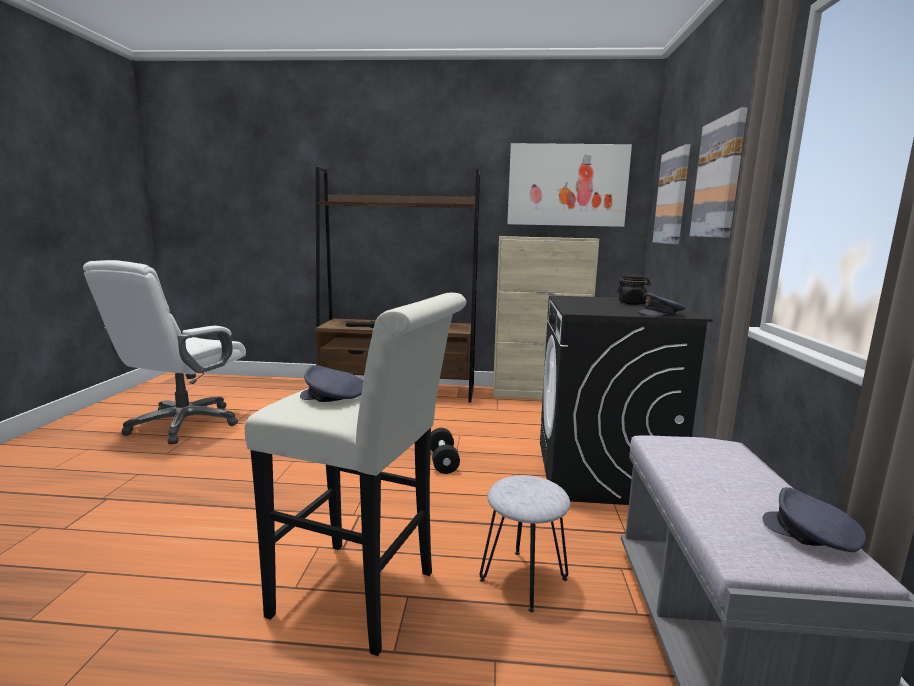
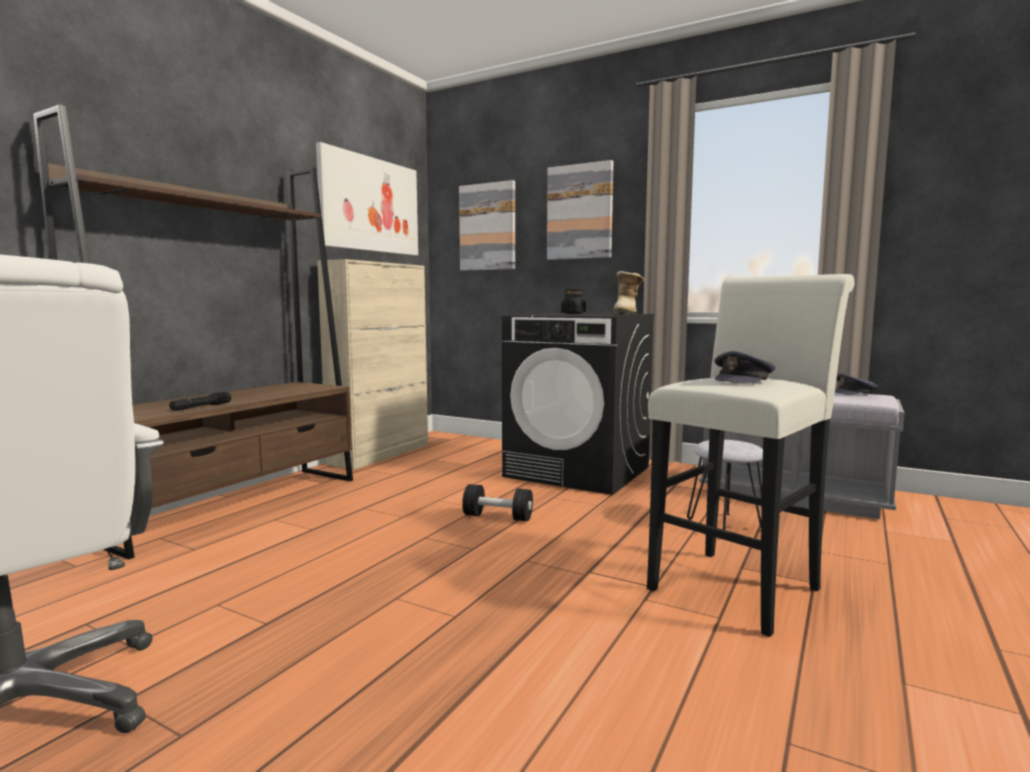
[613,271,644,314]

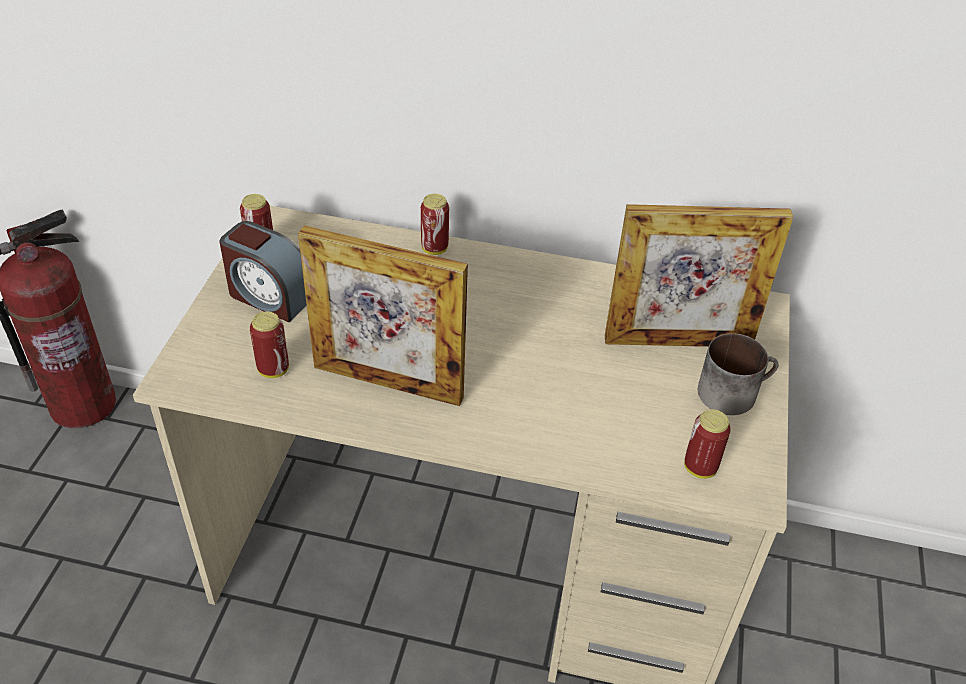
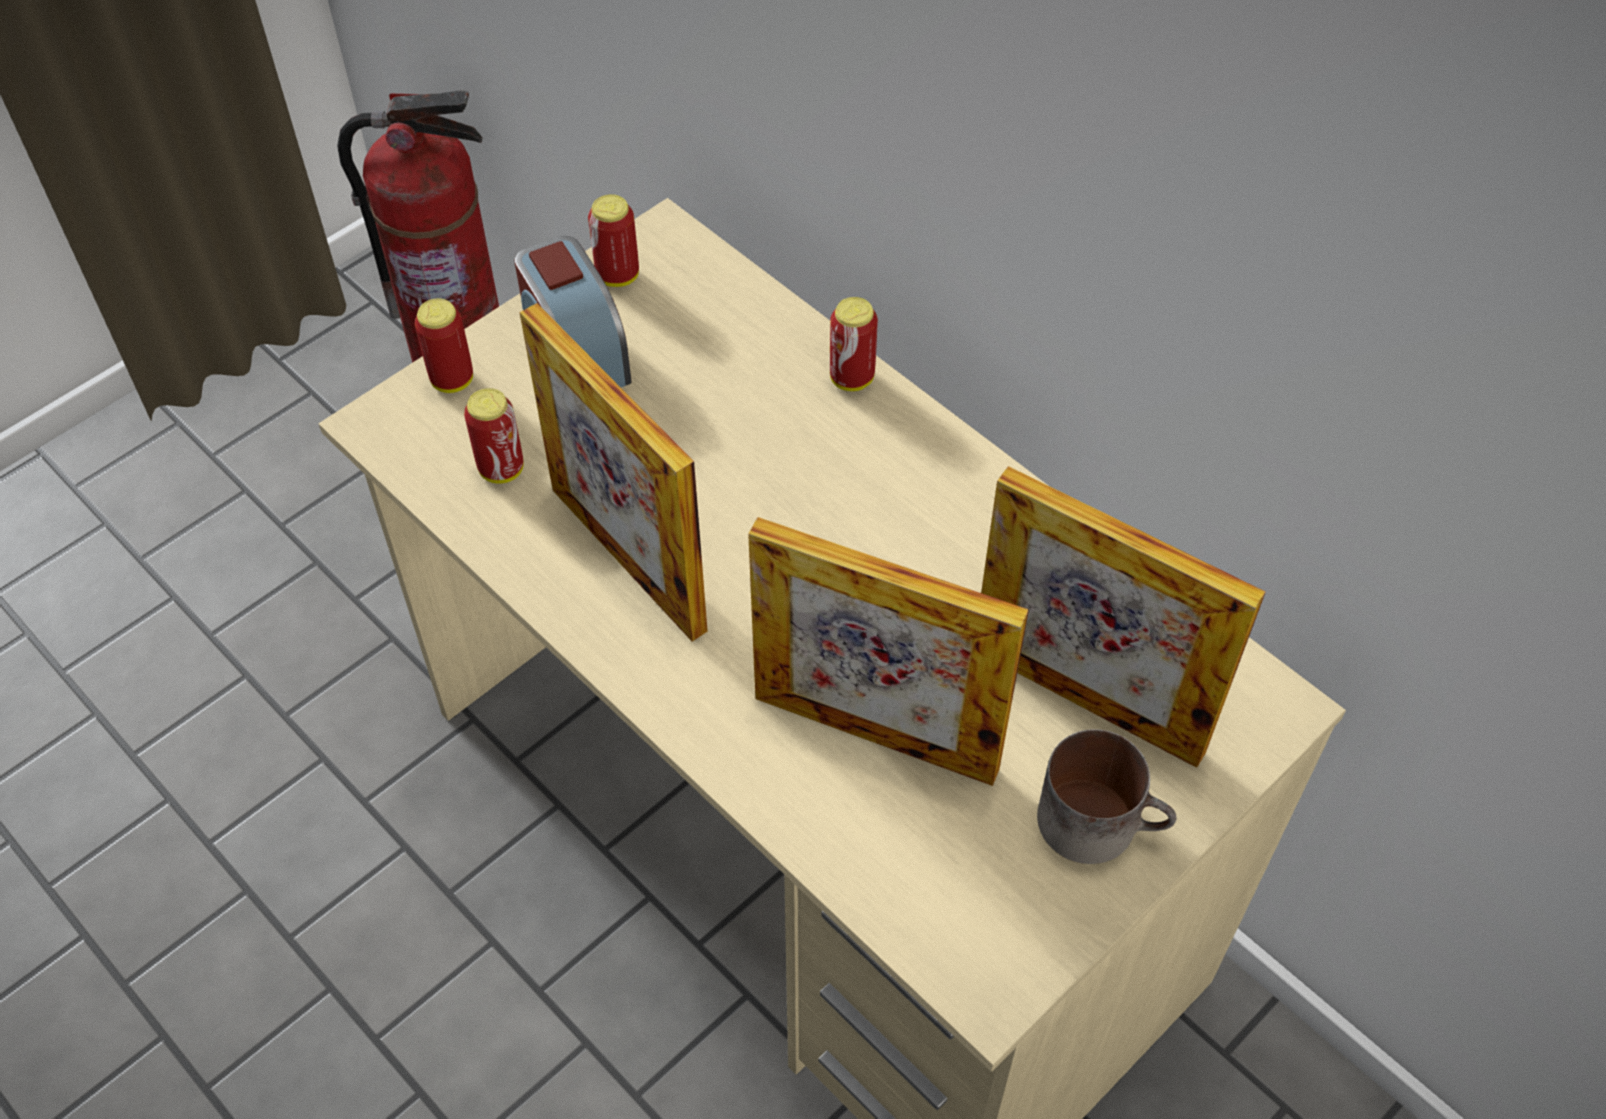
[415,298,473,393]
[748,517,1029,786]

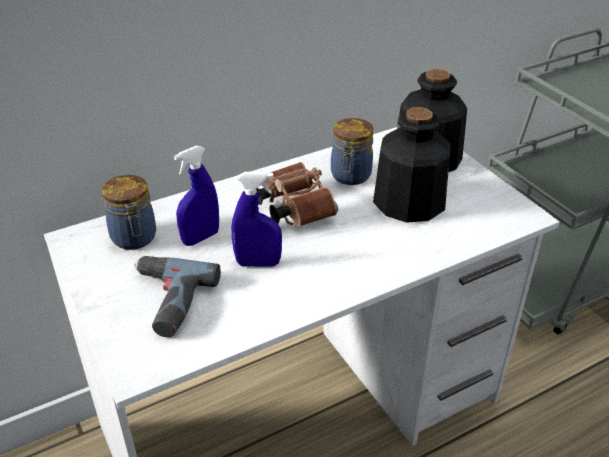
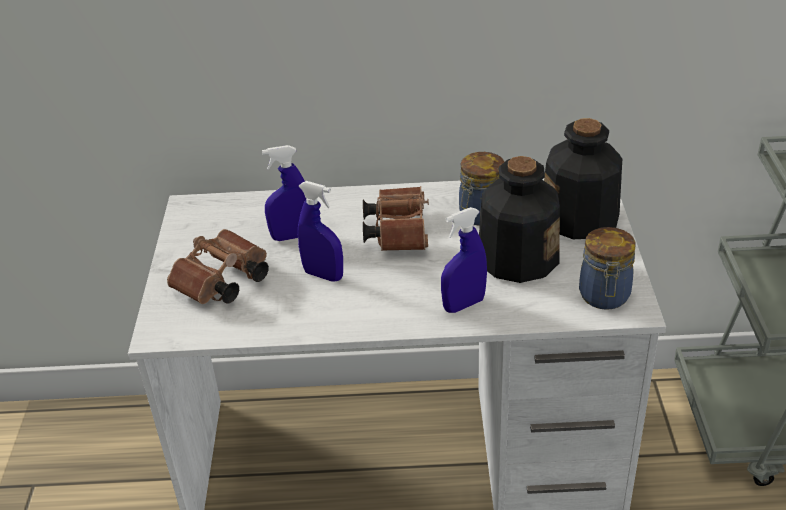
[579,227,636,310]
[167,229,269,304]
[441,207,487,313]

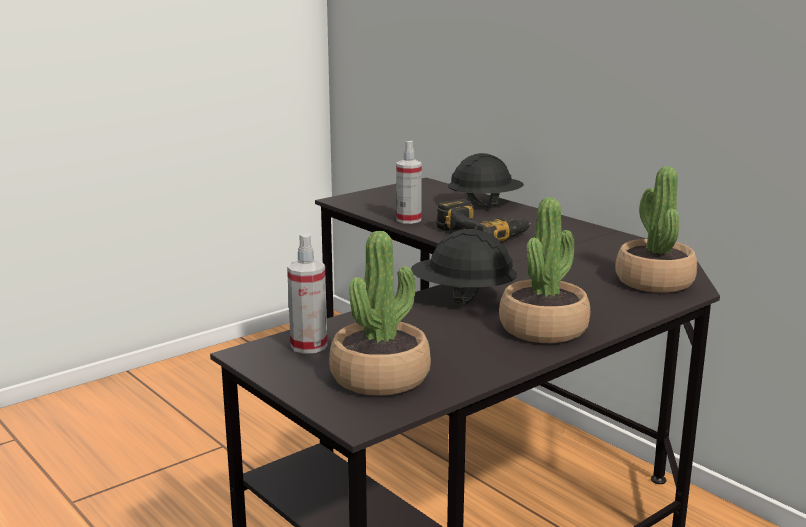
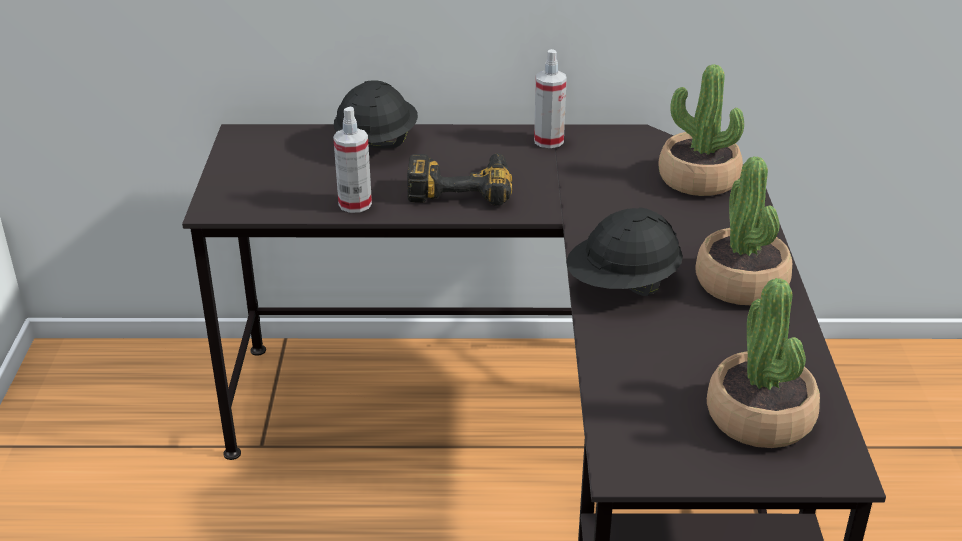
[534,49,567,148]

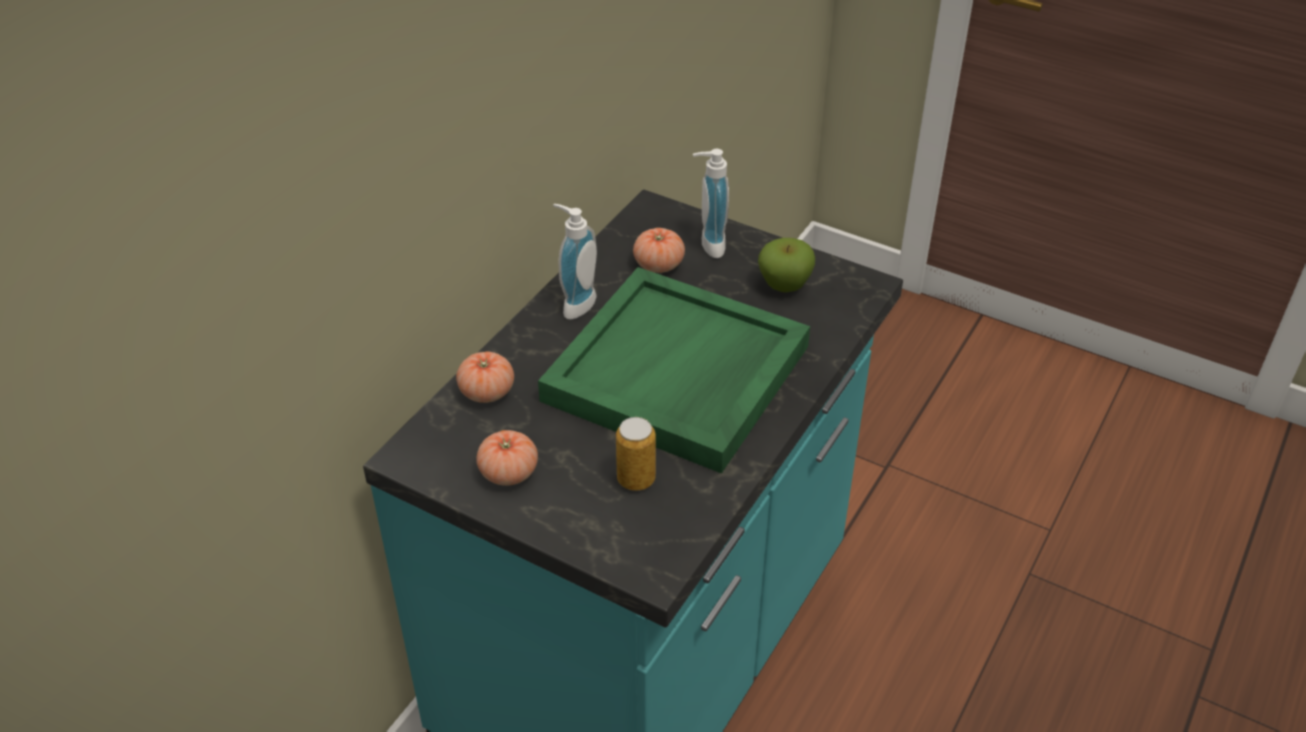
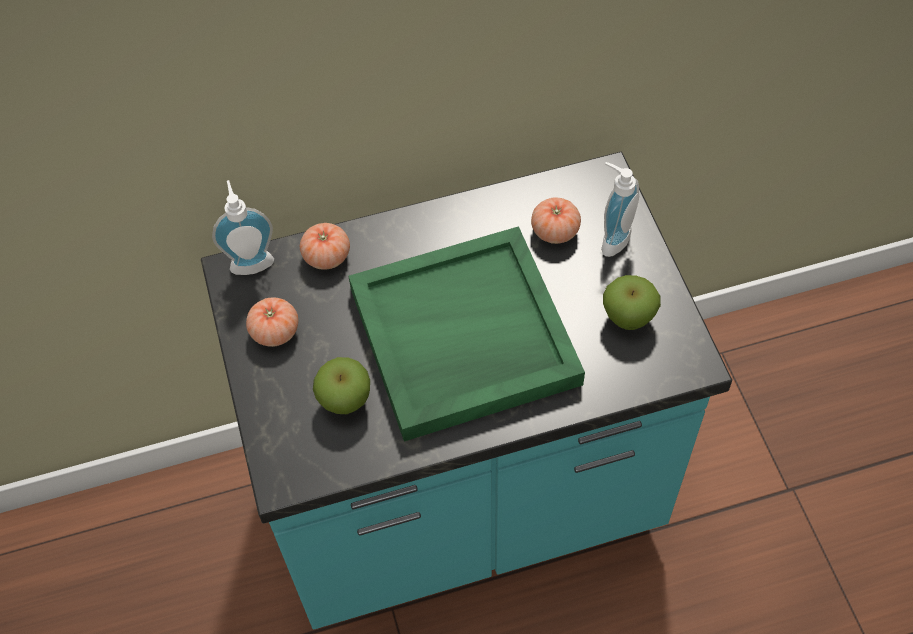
[212,180,274,275]
[313,357,370,414]

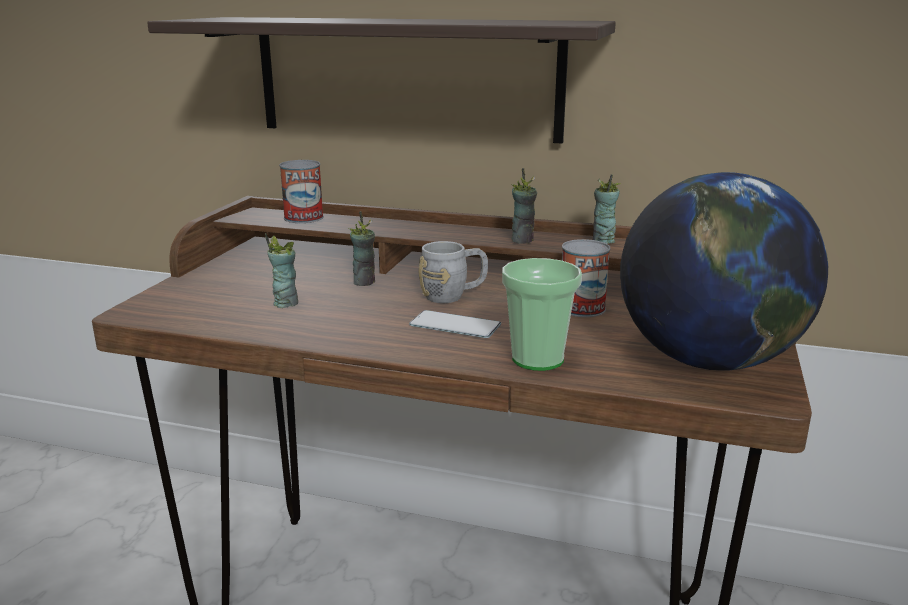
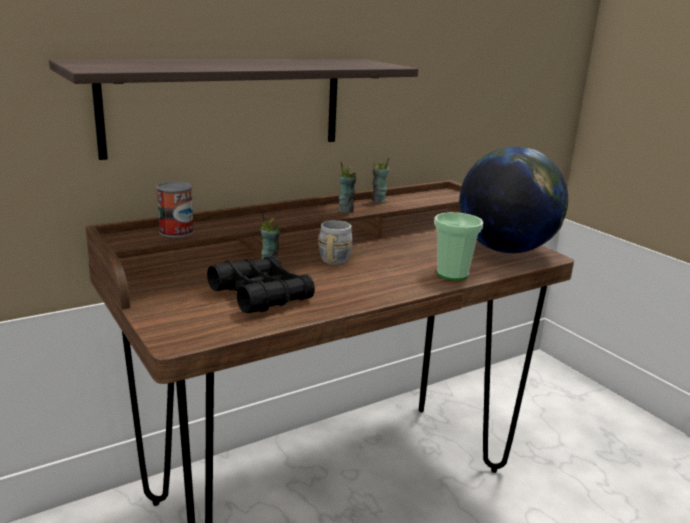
[207,256,315,313]
[562,239,610,317] (first image)
[409,310,501,338] (first image)

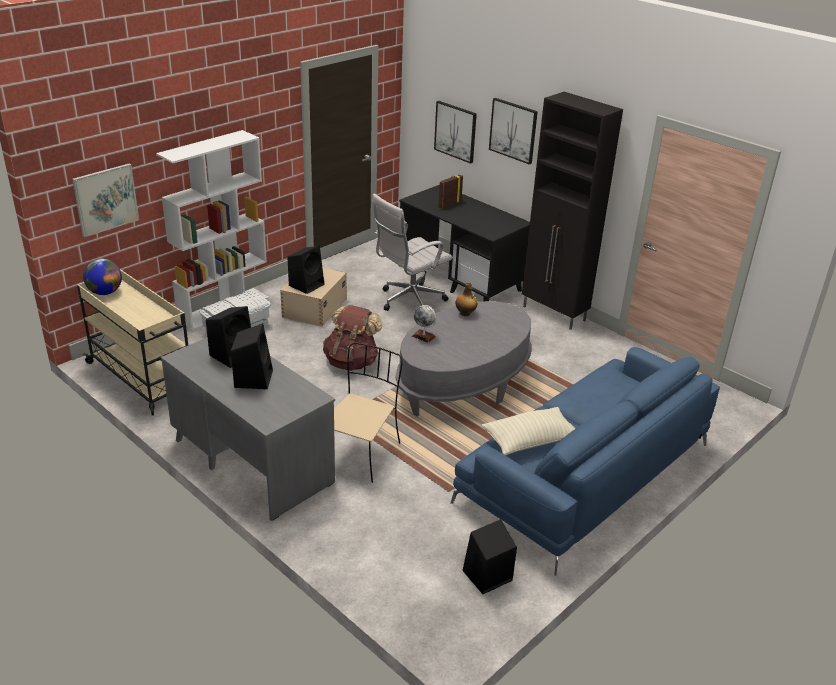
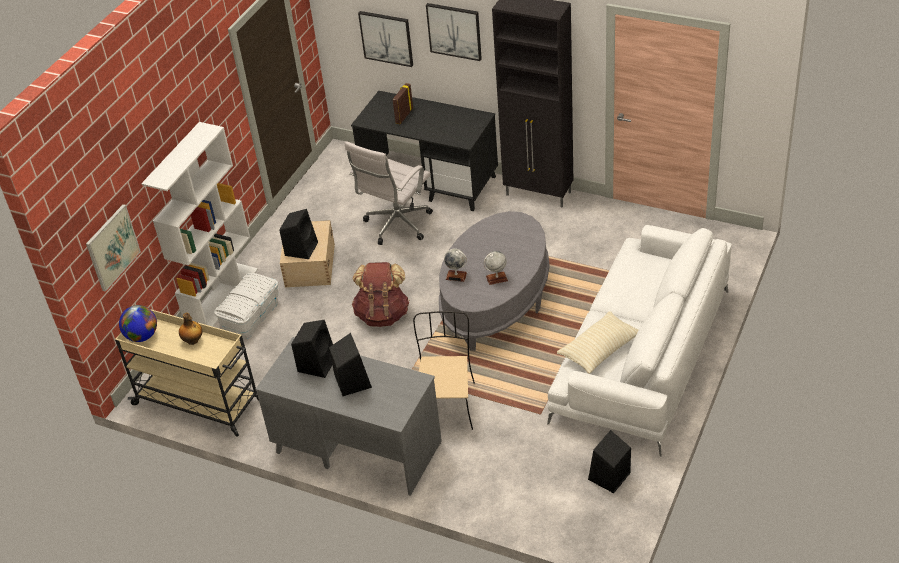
[179,312,202,345]
[547,225,732,457]
[484,251,508,285]

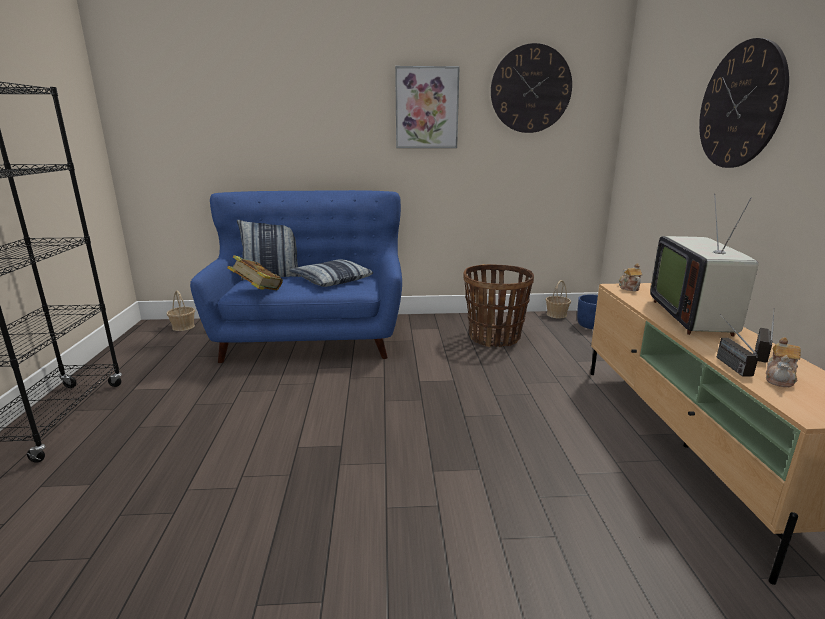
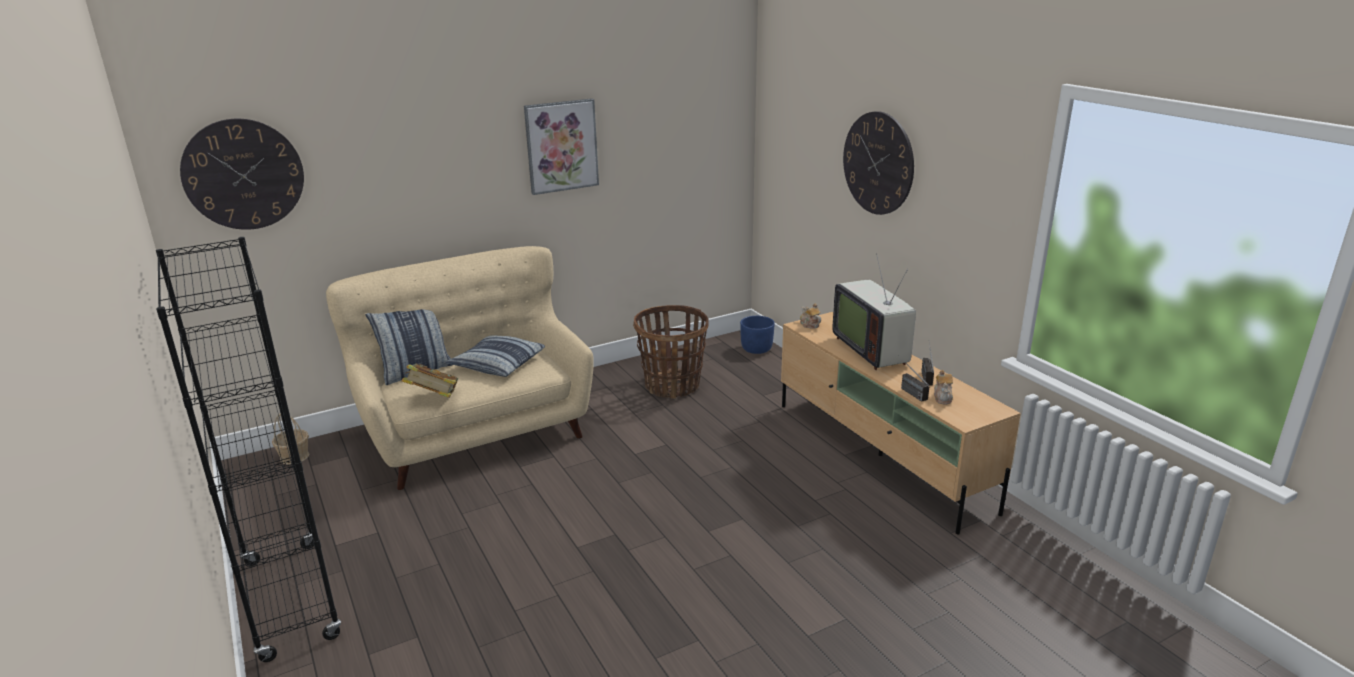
[180,119,304,230]
[326,246,594,490]
[546,280,571,318] (first image)

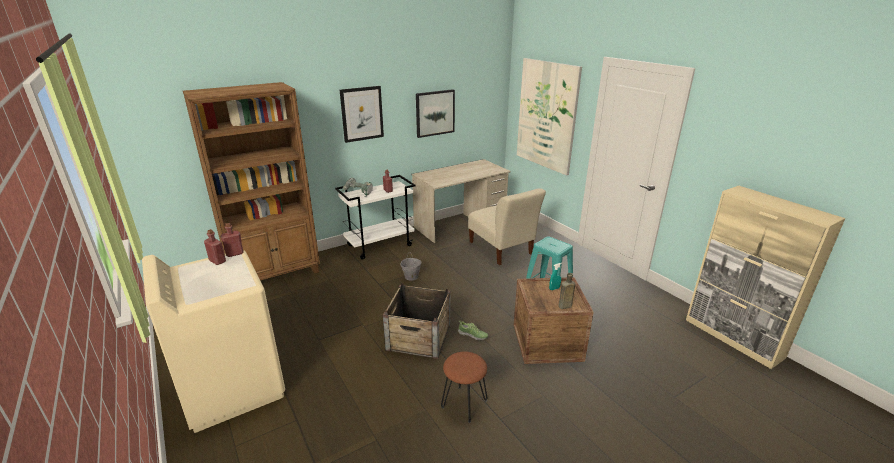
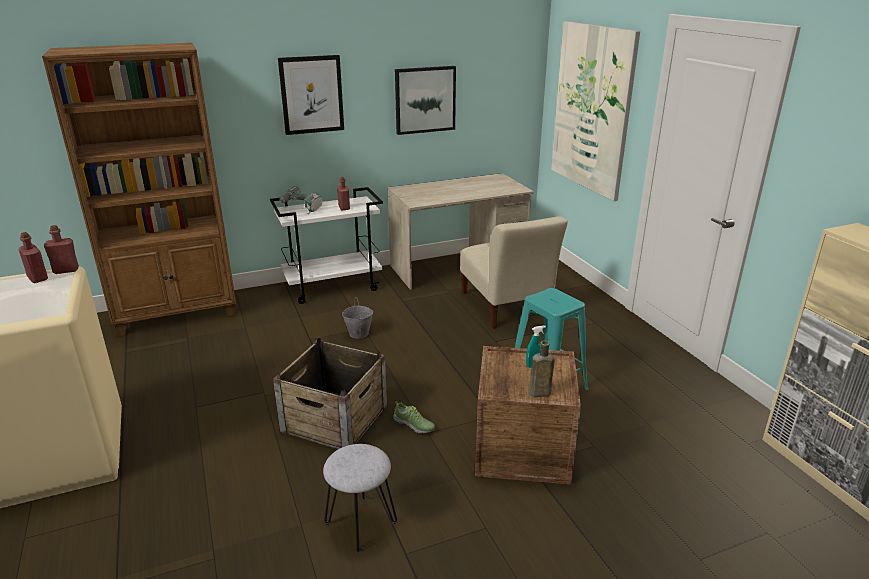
[323,444,397,553]

